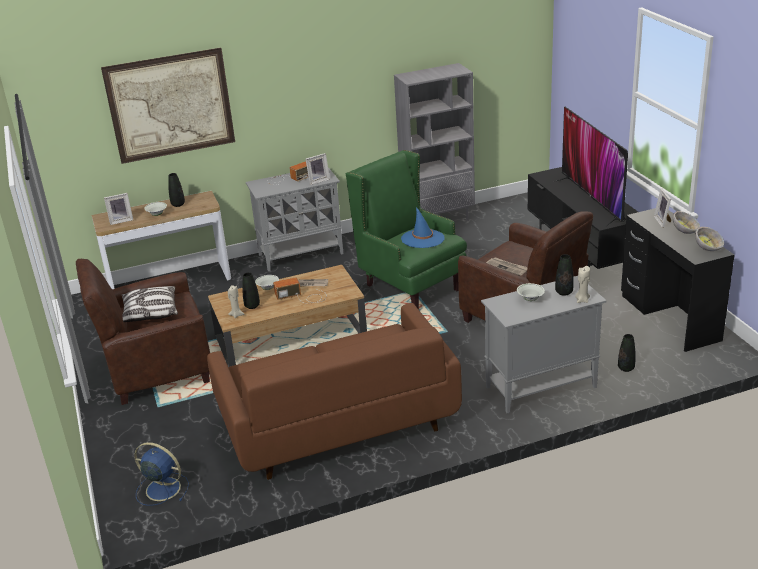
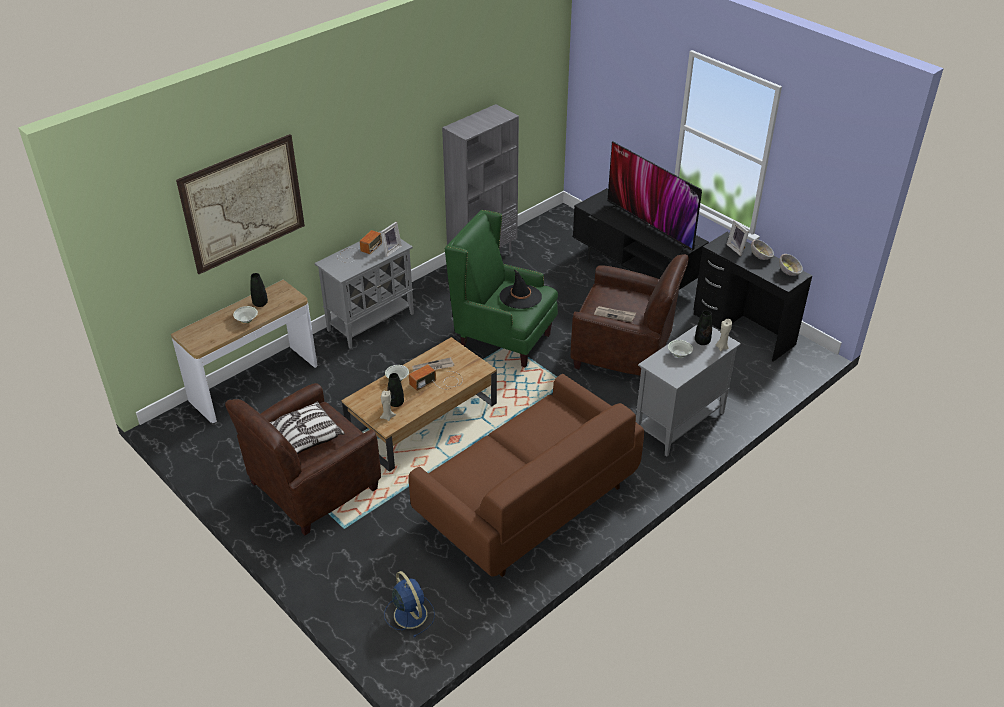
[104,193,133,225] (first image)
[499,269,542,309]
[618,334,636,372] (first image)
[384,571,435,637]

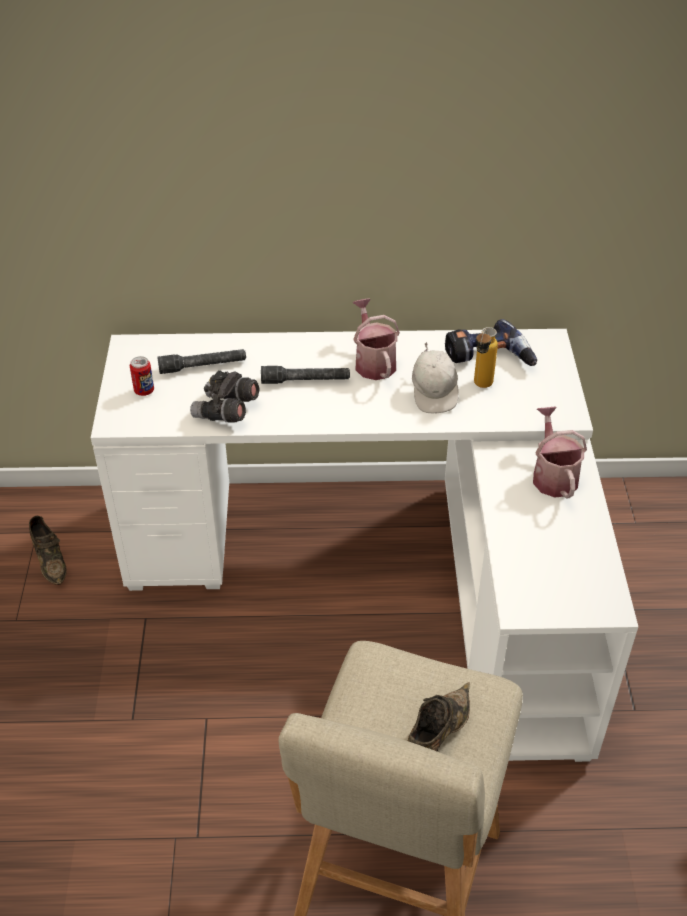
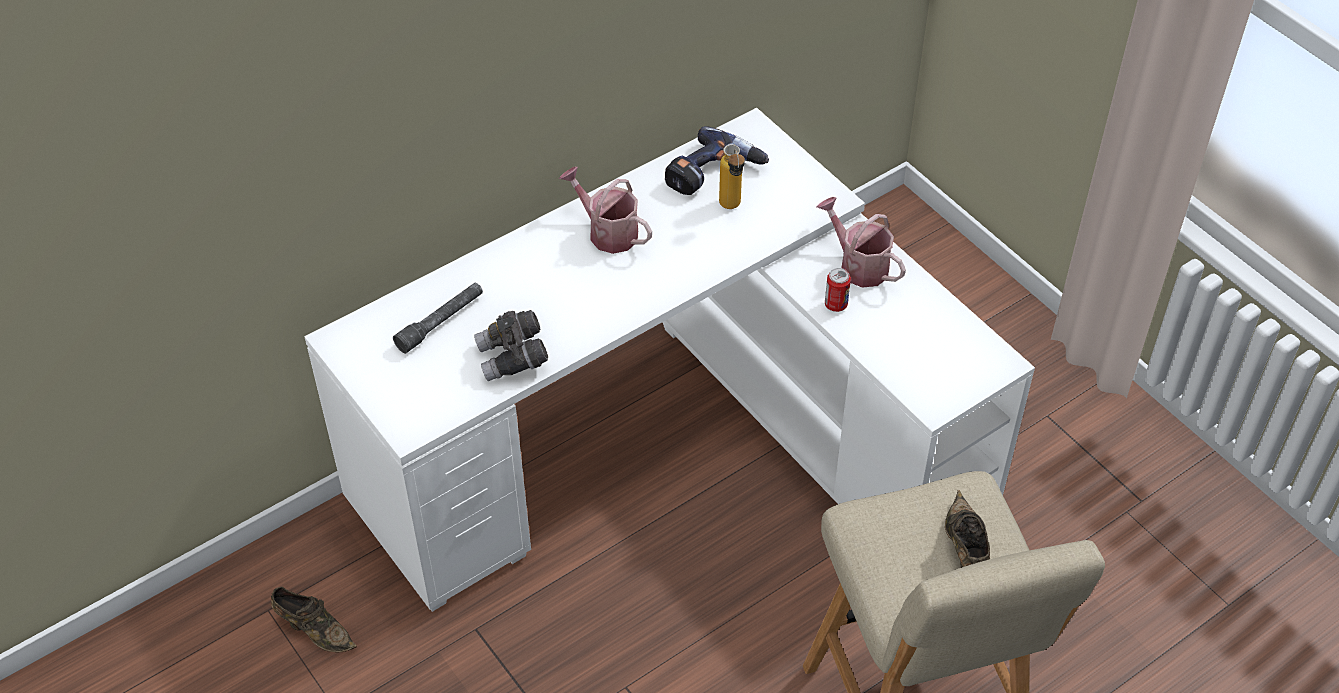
[412,342,459,414] (first image)
[825,268,851,312]
[261,366,350,384] (first image)

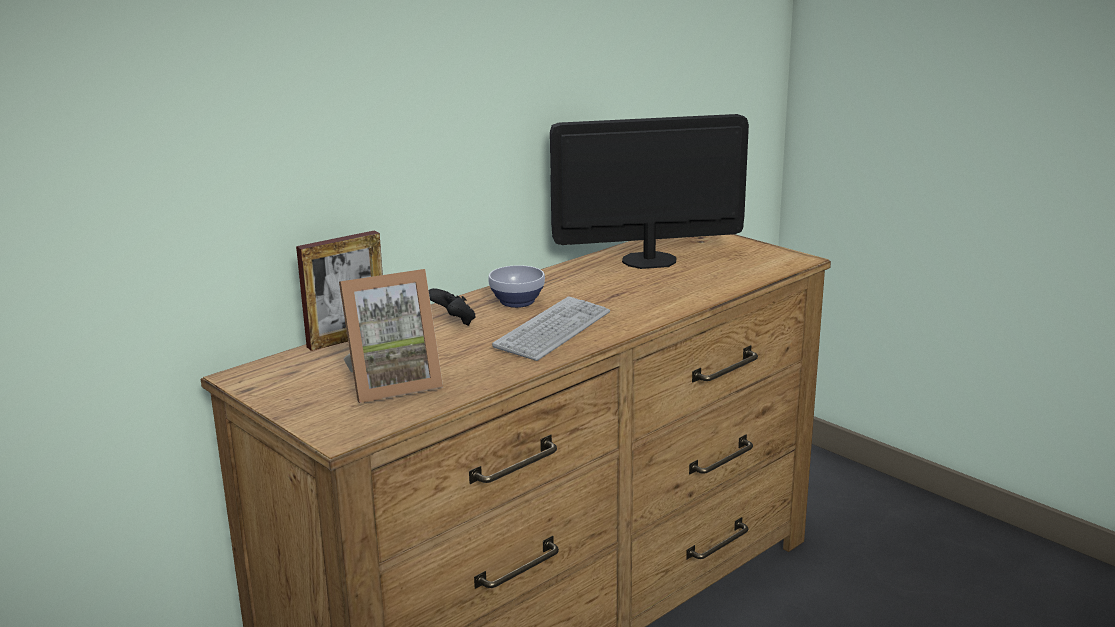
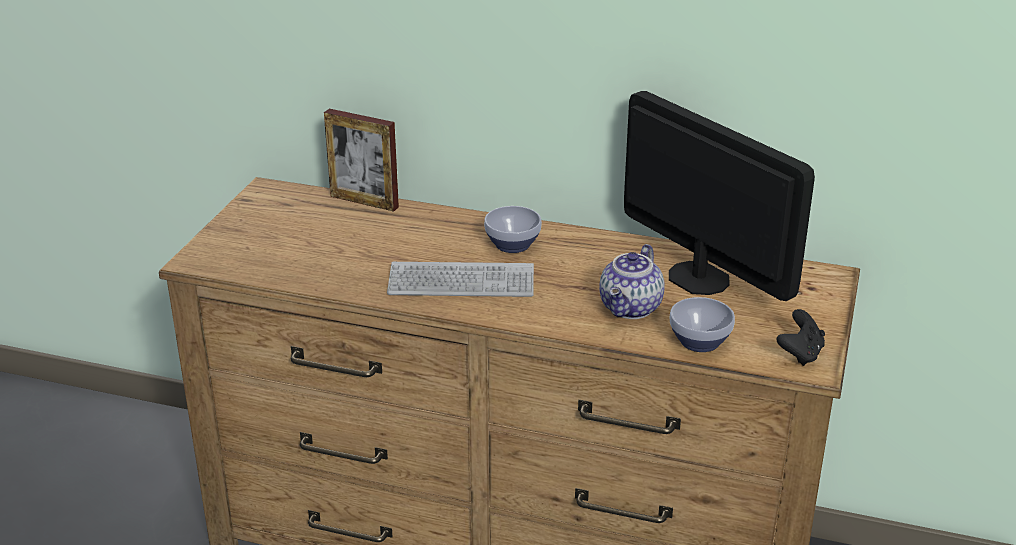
[339,269,443,403] (first image)
[777,309,825,366]
[599,244,664,319]
[670,297,735,352]

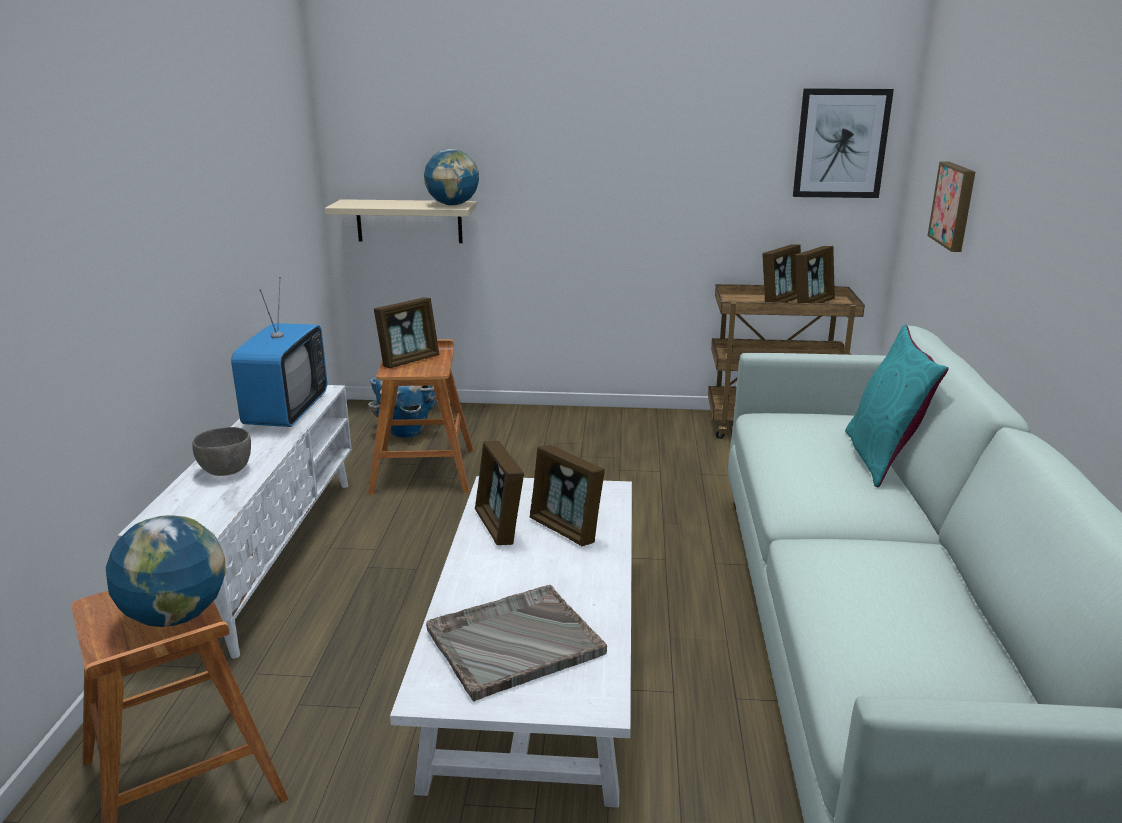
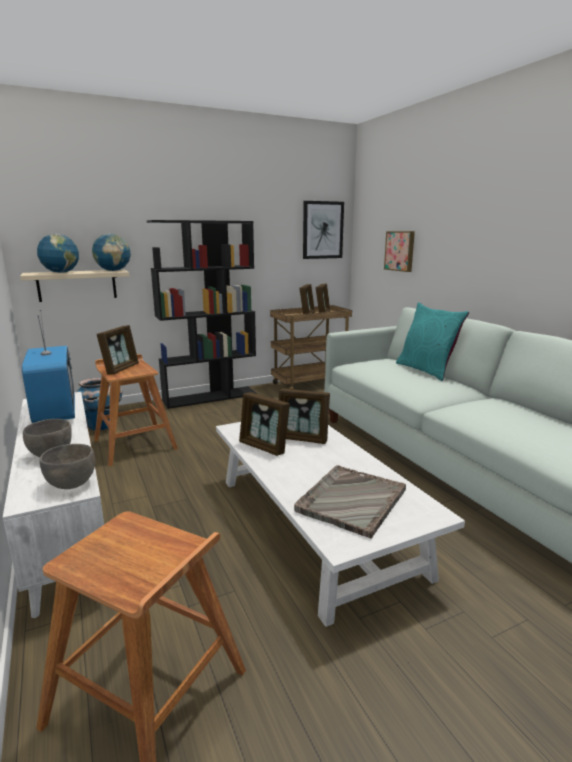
[37,234,79,273]
[147,220,257,409]
[40,444,95,489]

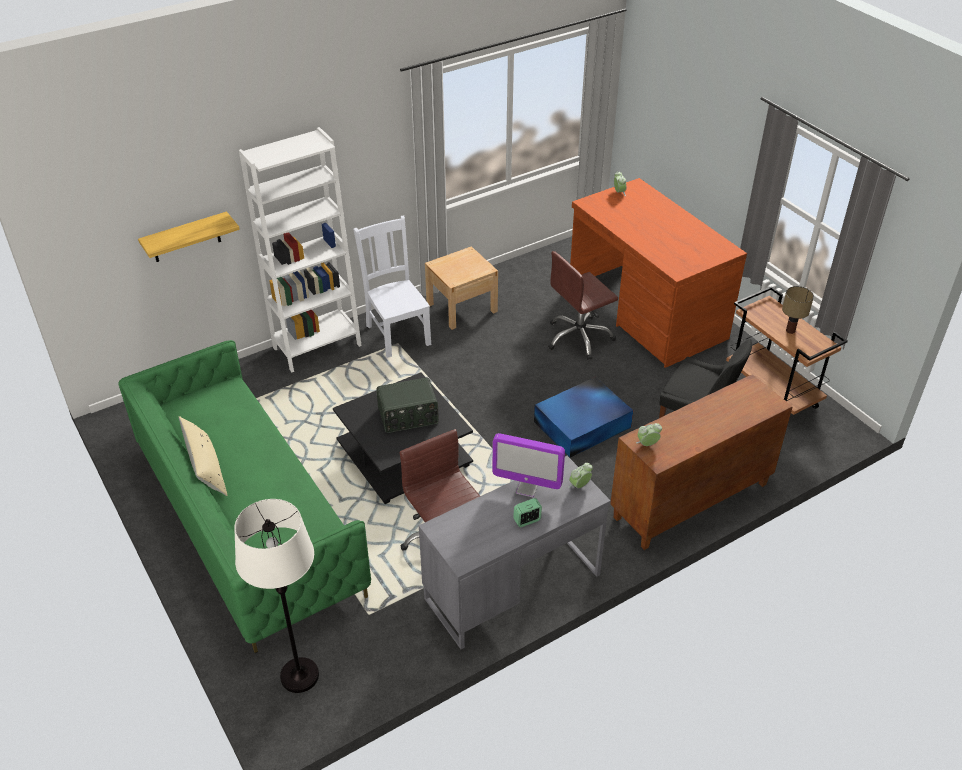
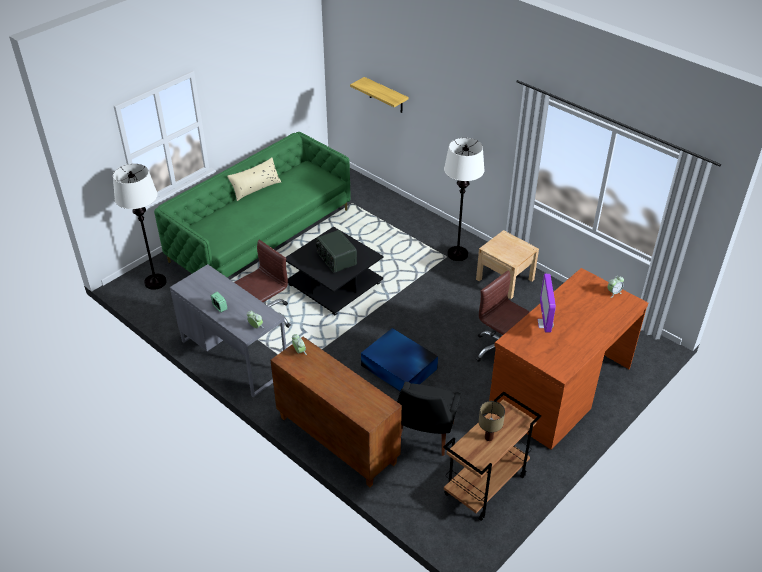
[239,127,362,372] (first image)
[444,138,485,261]
[538,274,556,333]

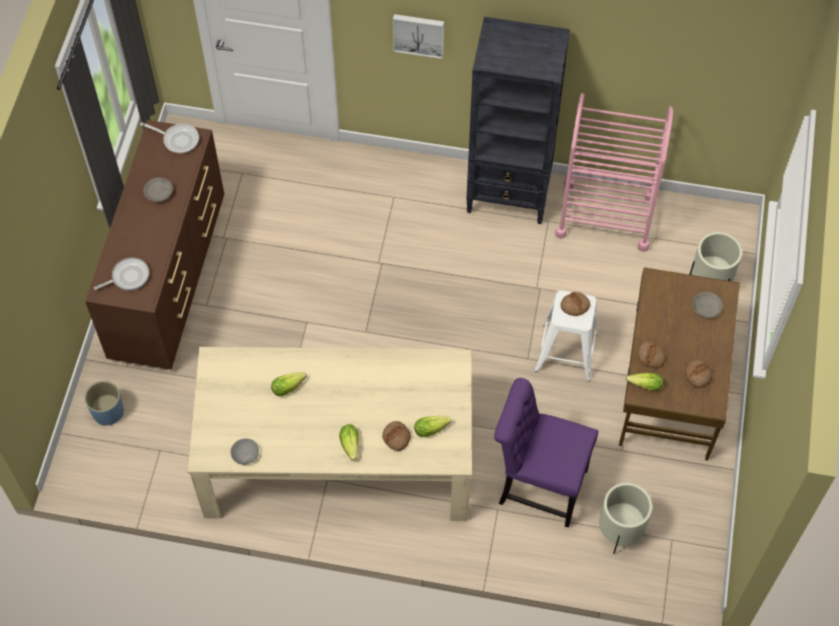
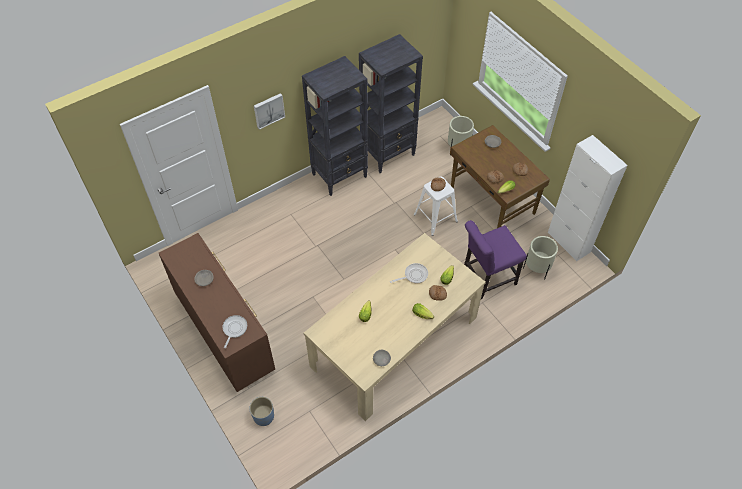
[359,34,423,173]
[390,263,428,283]
[548,135,627,261]

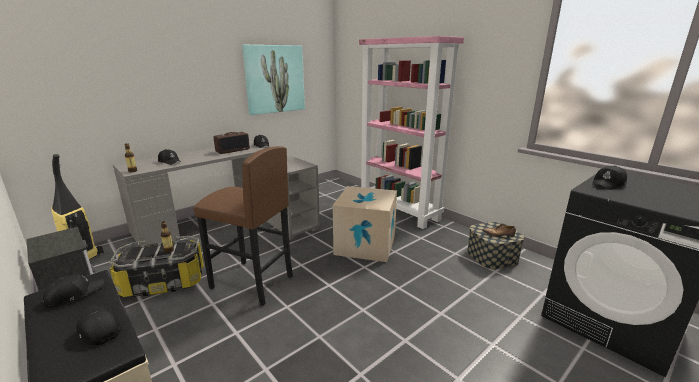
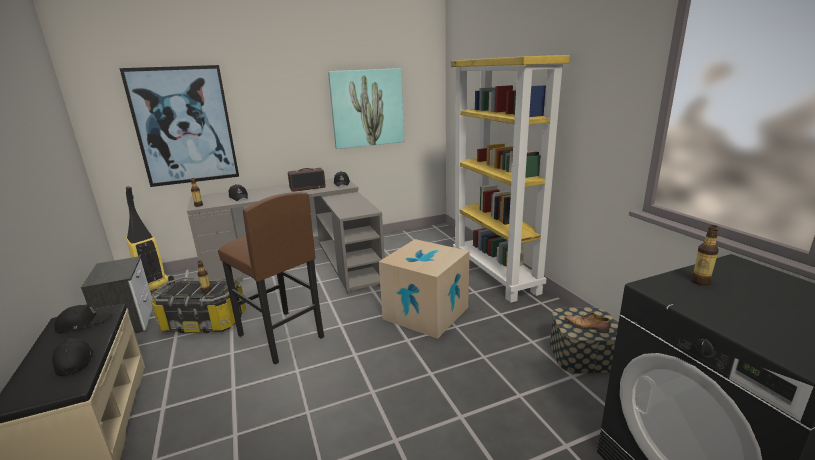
[451,55,570,303]
[691,225,719,286]
[120,65,239,187]

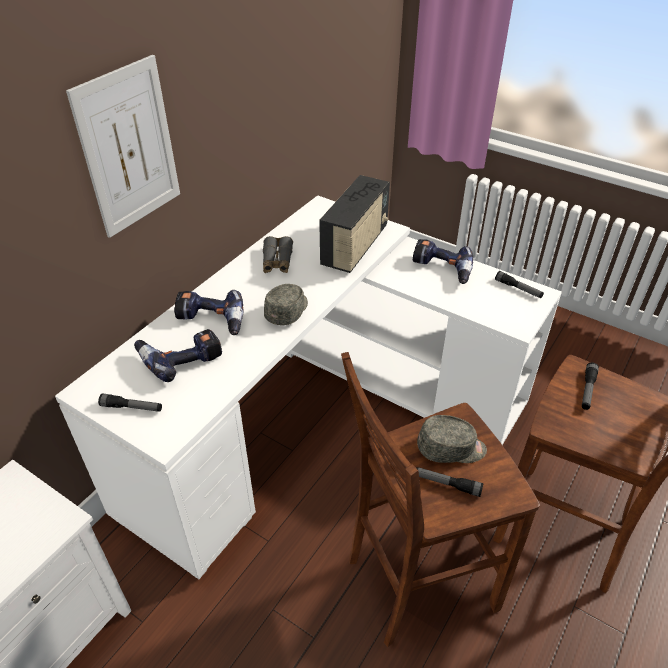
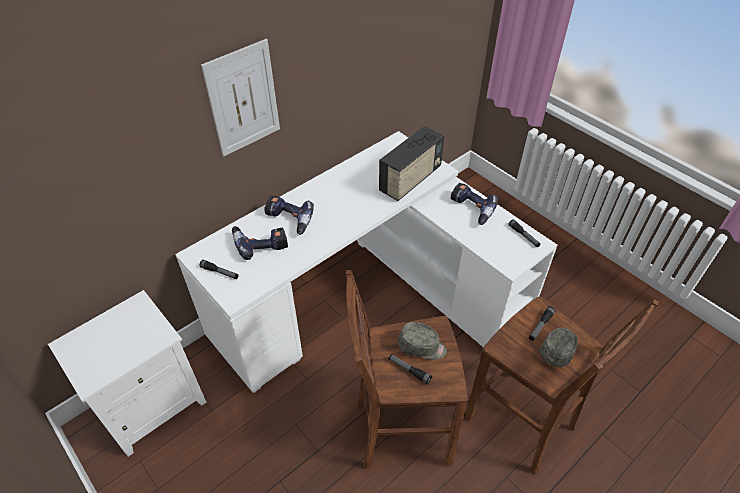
[263,236,293,273] (first image)
[540,328,578,367]

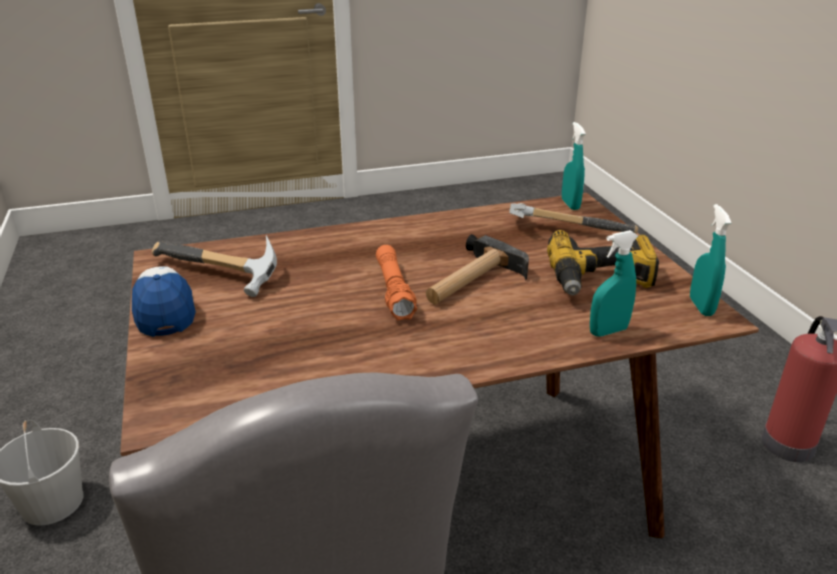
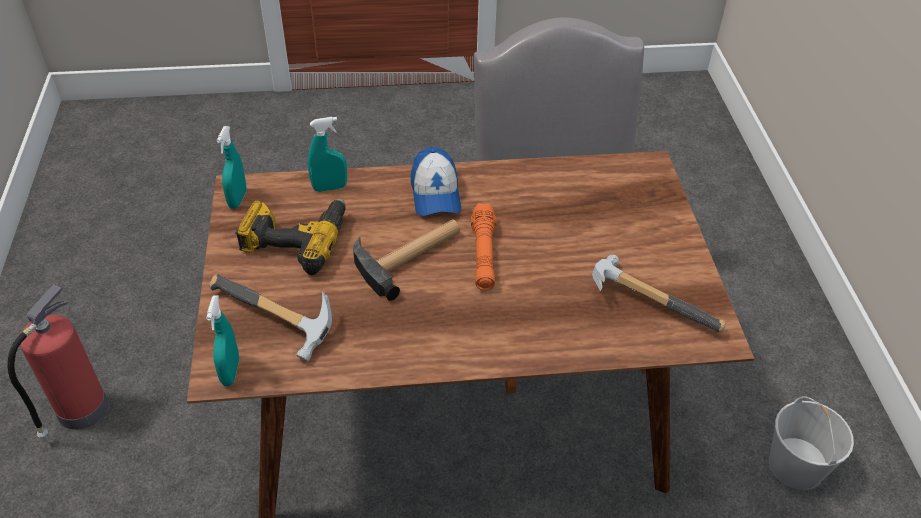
[411,147,461,216]

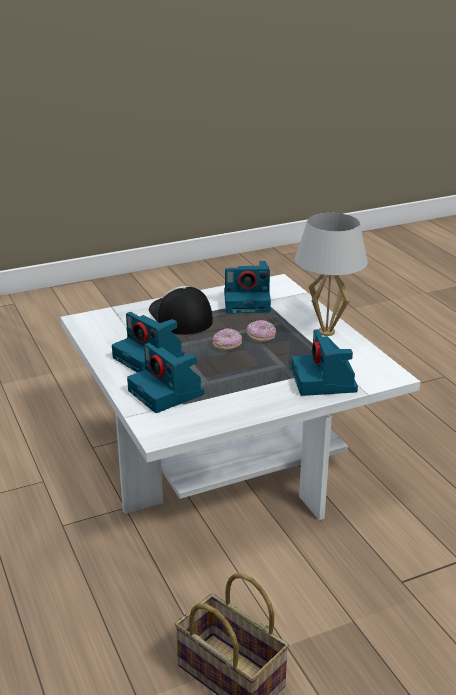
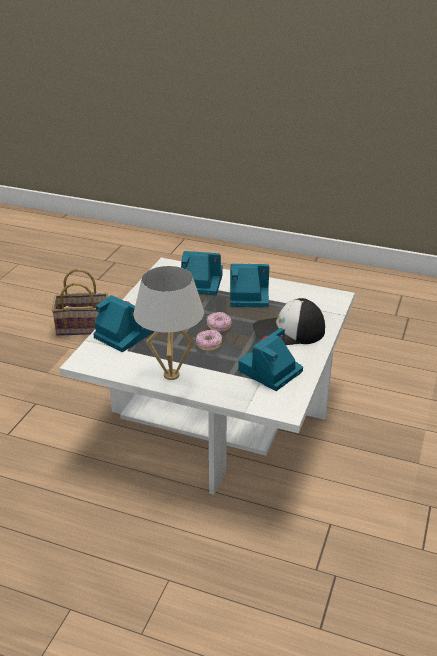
[253,298,325,345]

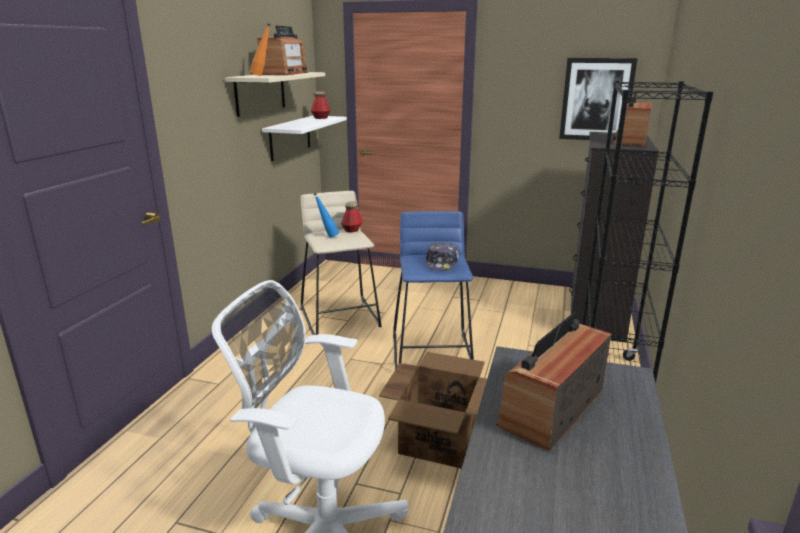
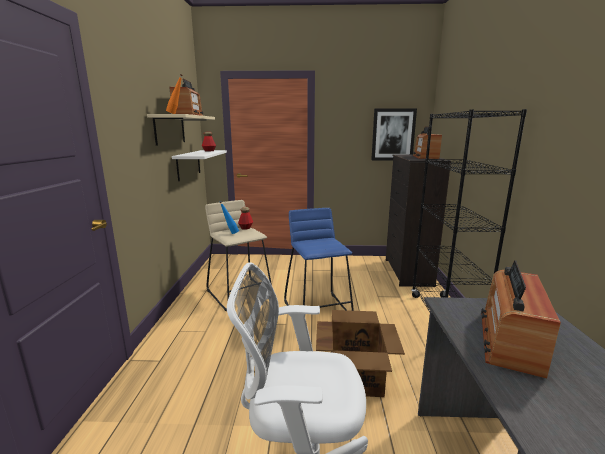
[426,242,459,271] (first image)

